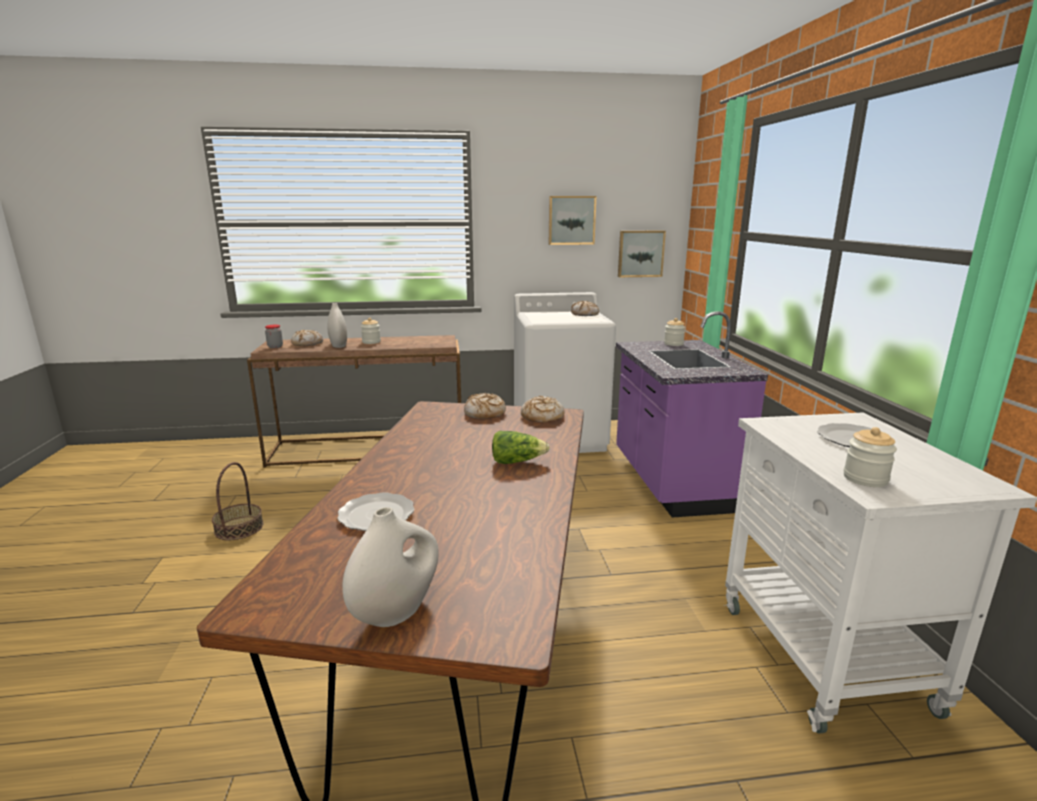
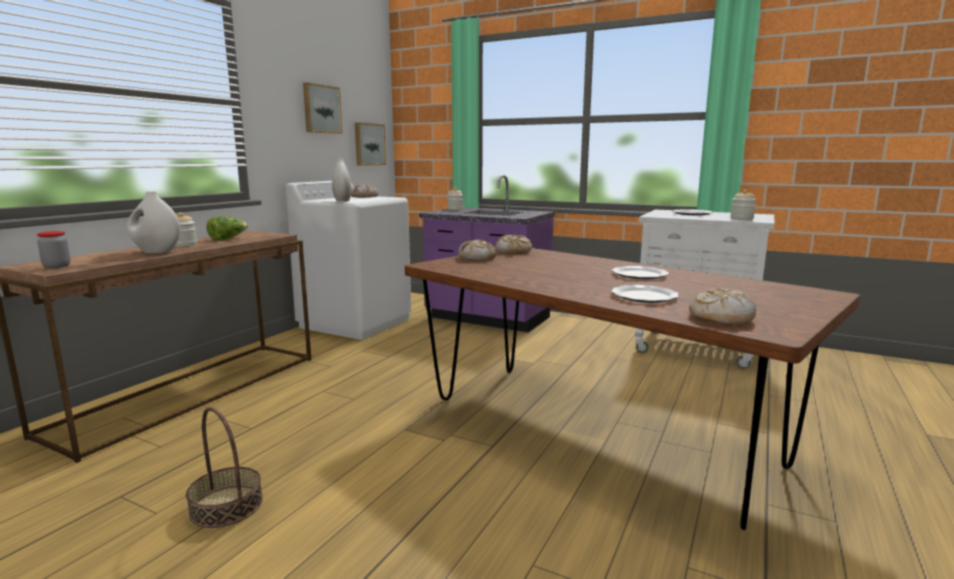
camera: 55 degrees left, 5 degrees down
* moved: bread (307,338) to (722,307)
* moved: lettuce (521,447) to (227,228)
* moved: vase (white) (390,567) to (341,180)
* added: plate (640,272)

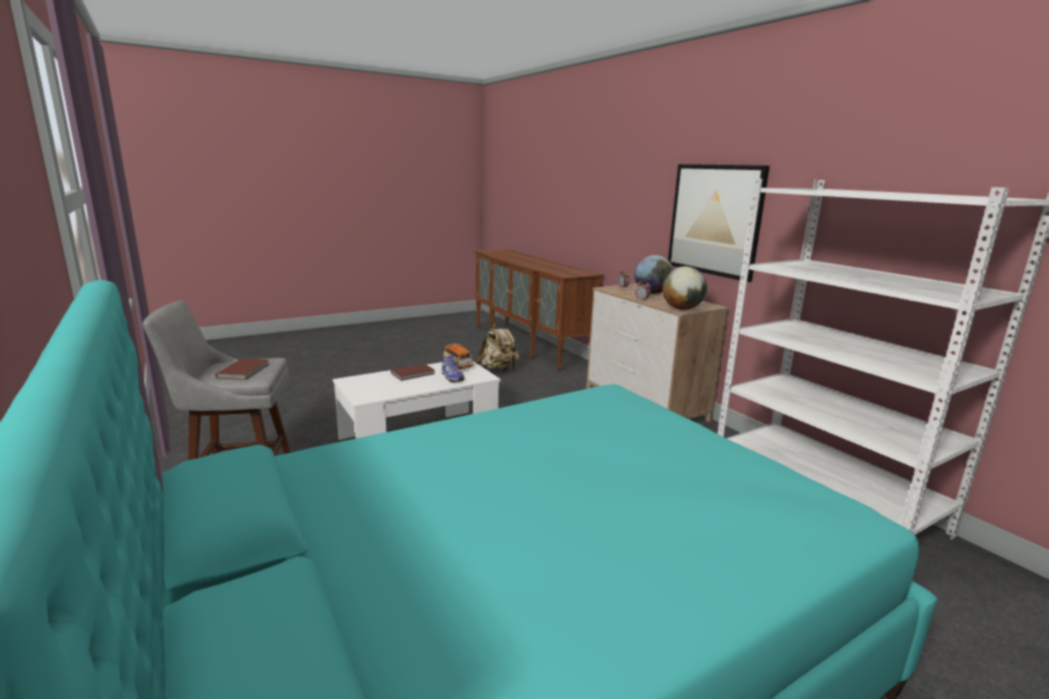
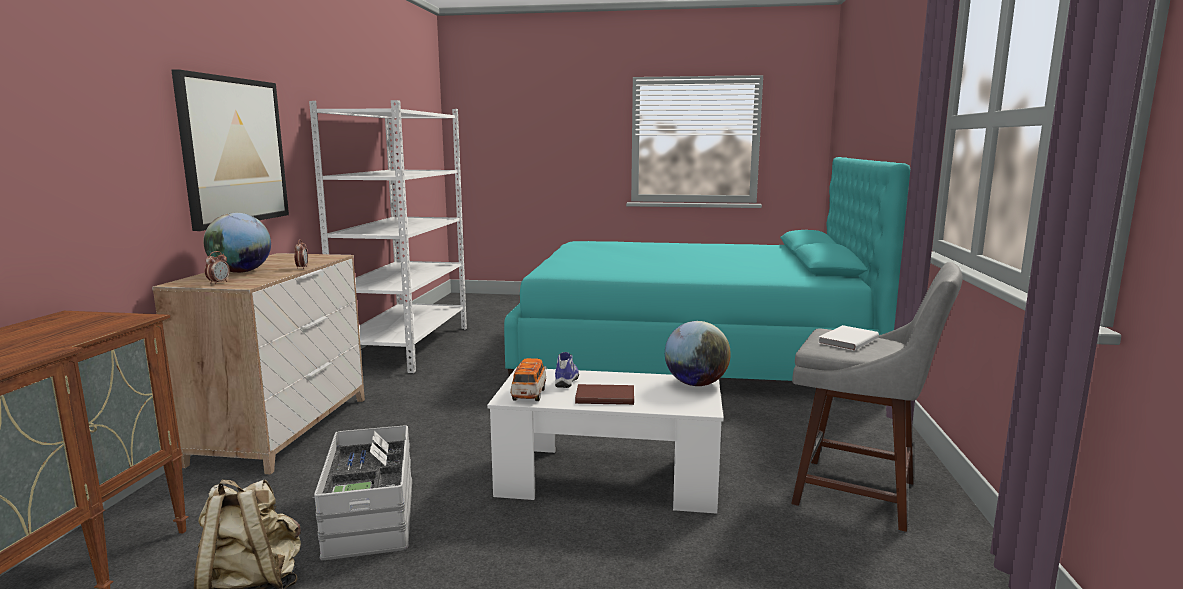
camera: 140 degrees left, 5 degrees down
* moved: globe (684,288) to (698,353)
* recoloured: book (brown) (242,369) to book (white) (849,338)
* added: storage box (grey) (362,492)

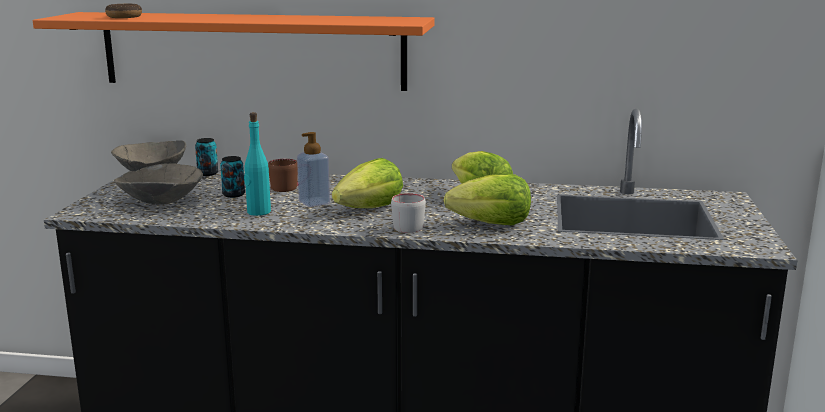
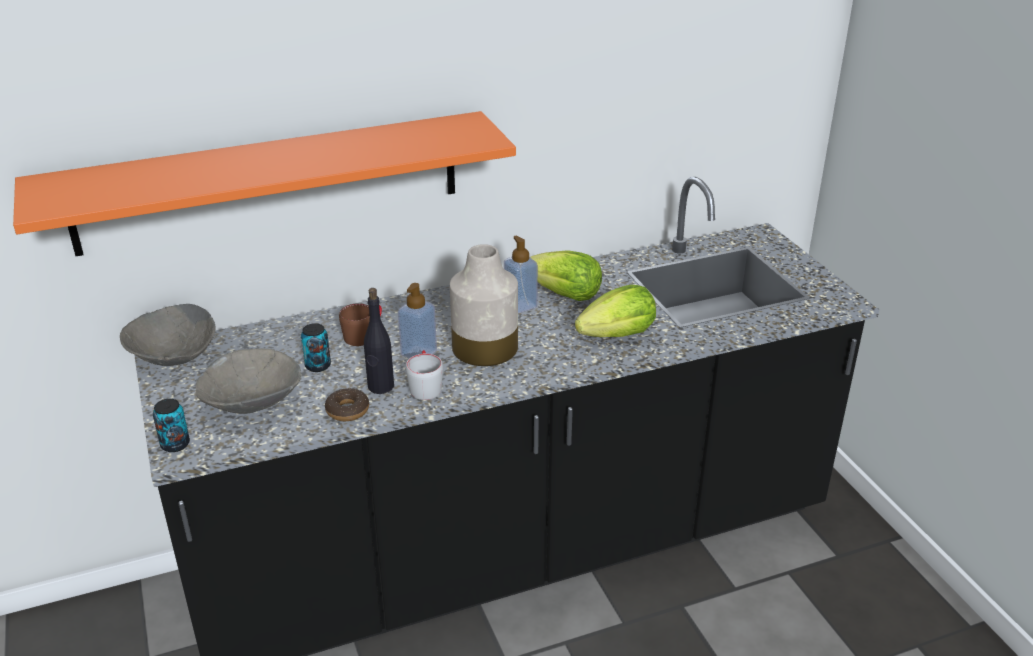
camera: 30 degrees left, 15 degrees up
* moved: donut (123,10) to (347,404)
* recoloured: bottle (turquoise) (257,164) to bottle (black) (379,341)
* moved: can (206,157) to (171,425)
* replaced: lettuce (367,183) to vase (beige) (484,305)
* moved: mug (grey) (408,213) to (424,375)
* added: soap dispenser (521,274)

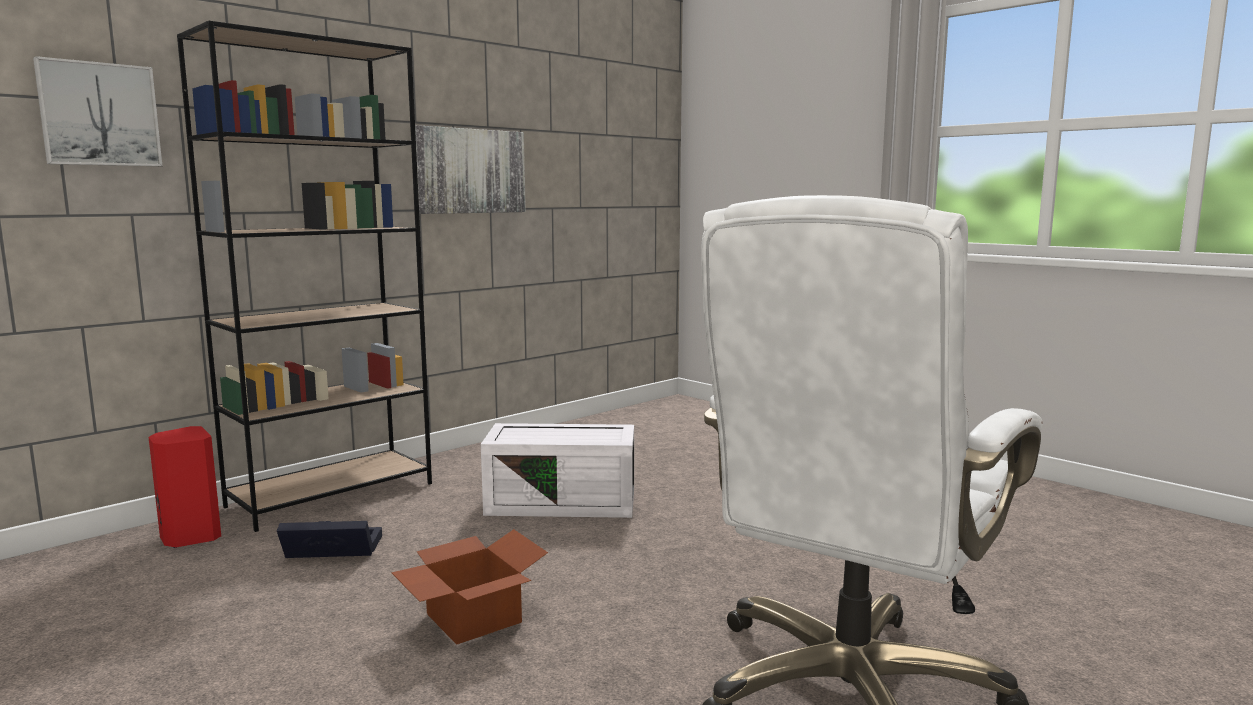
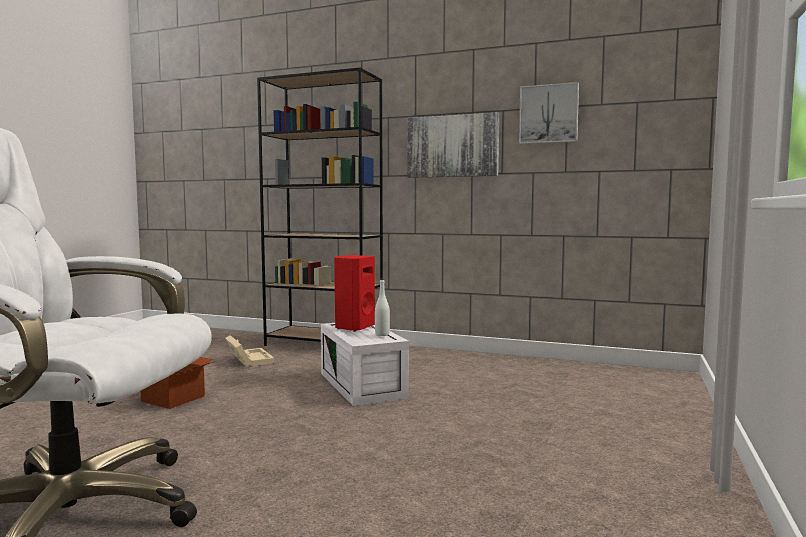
camera: 65 degrees right, 5 degrees down
* moved: picture (97,111) to (549,113)
* moved: speaker (red) (185,487) to (354,293)
* recoloured: storage box (black) (329,539) to storage box (beige) (249,351)
* added: bottle (white) (382,307)

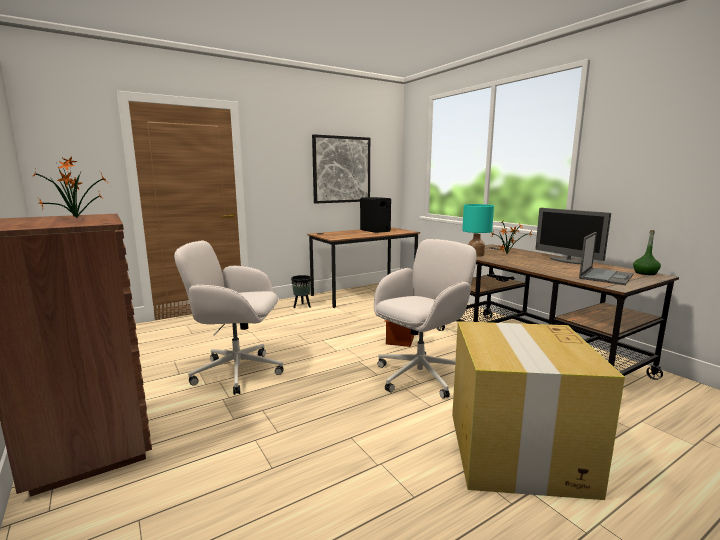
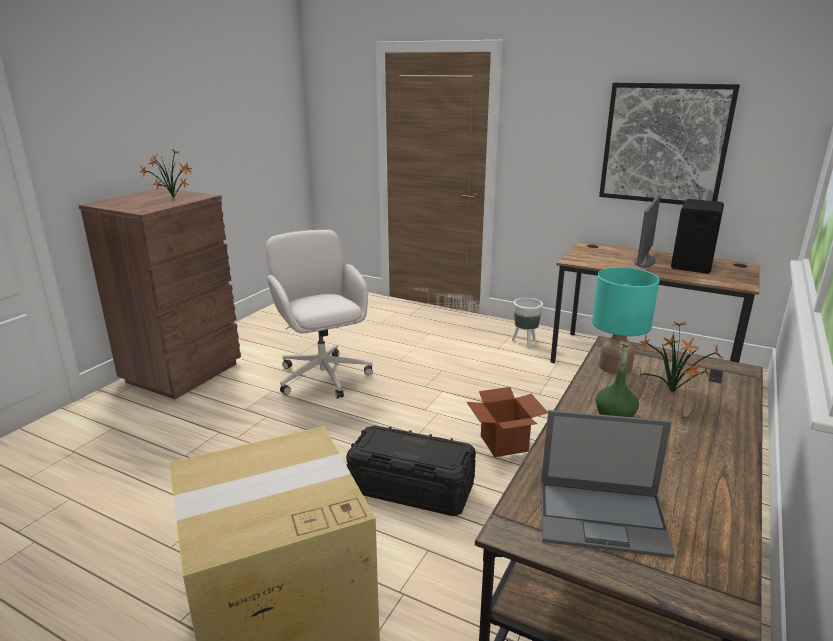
camera: 60 degrees right, 10 degrees up
* moved: monitor (573,236) to (647,231)
* moved: bottle (green) (647,252) to (617,379)
* replaced: office chair (white) (425,318) to storage box (black) (411,470)
* recoloured: planter (black) (301,291) to planter (white) (527,323)

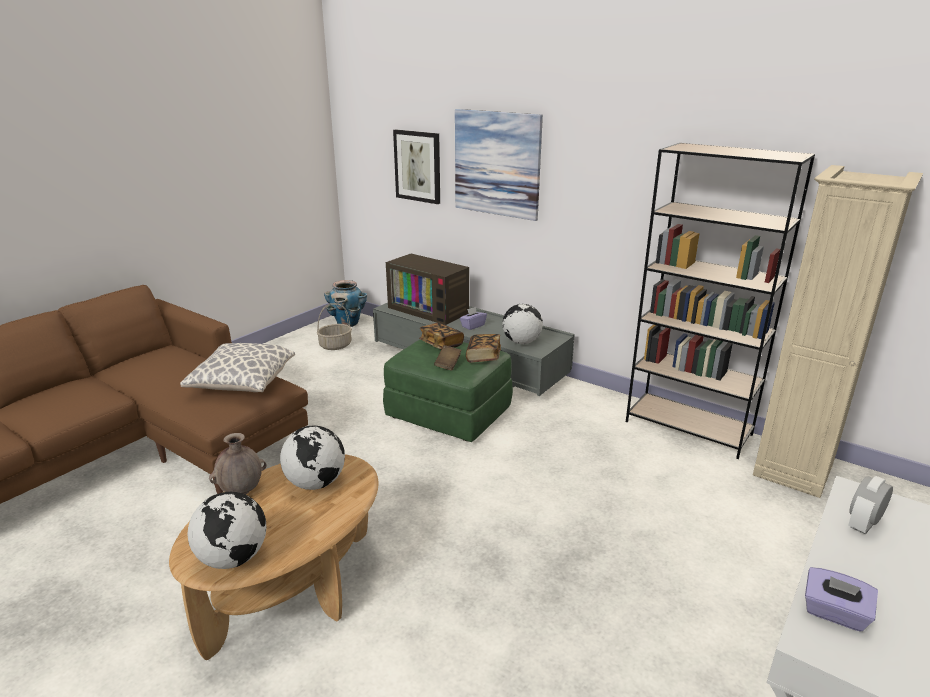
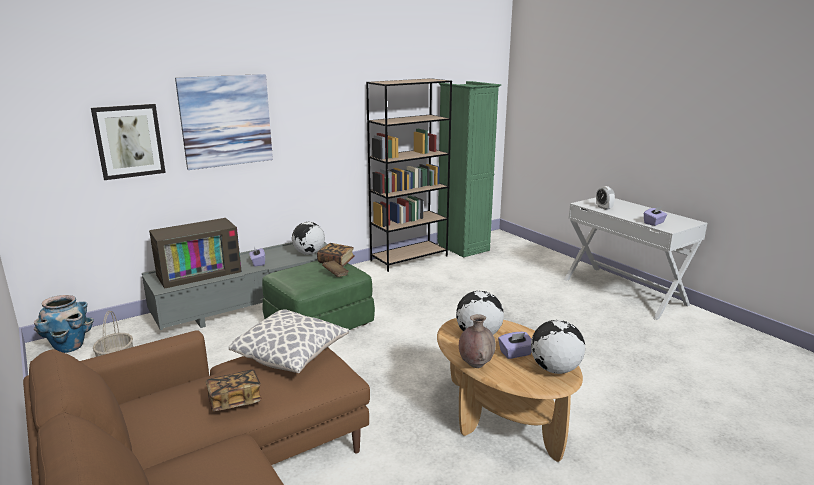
camera: 70 degrees left, 5 degrees down
* recoloured: cabinet (beige) (838,331) to cabinet (green) (470,169)
* moved: book (441,336) to (234,390)
* added: tissue box (purple) (515,345)

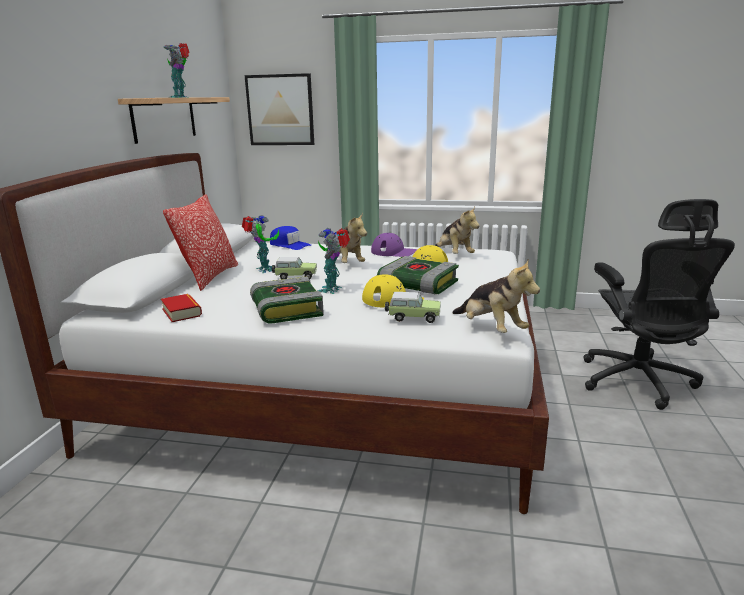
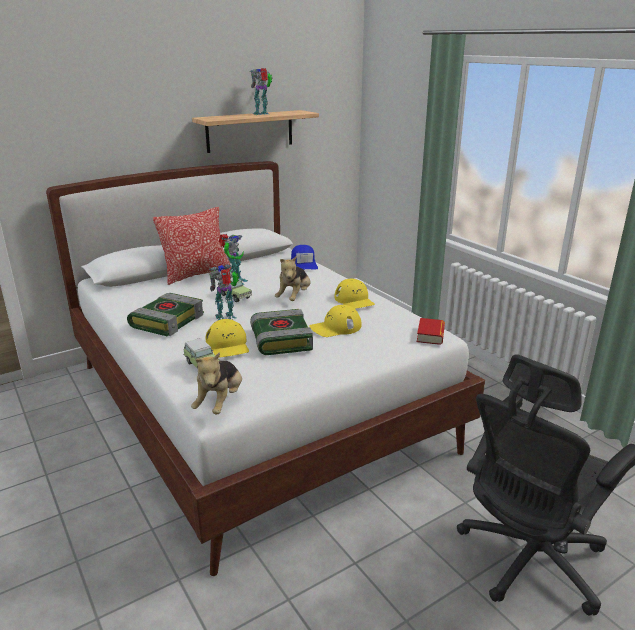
camera: 45 degrees right, 5 degrees up
* removed: picture (279,109)
* removed: plush toy (457,230)
* recoloured: cap (purple) (394,245) to cap (yellow) (354,294)
* moved: book (181,308) to (431,331)

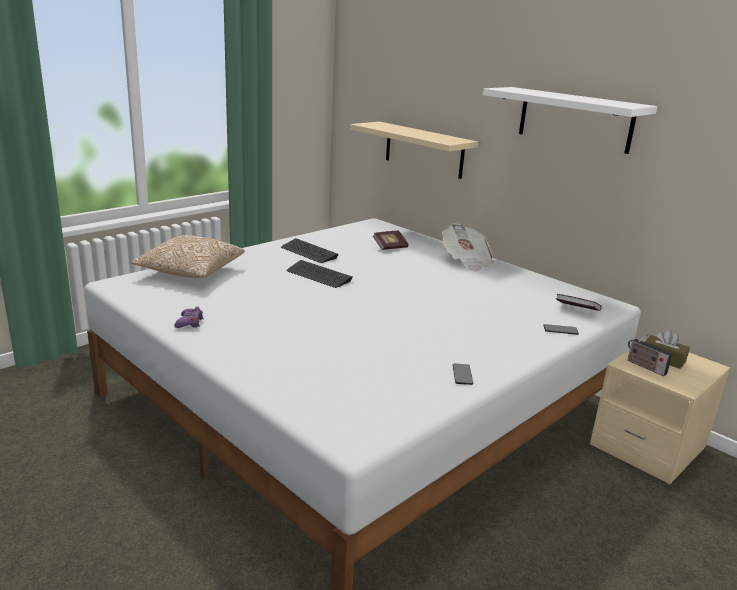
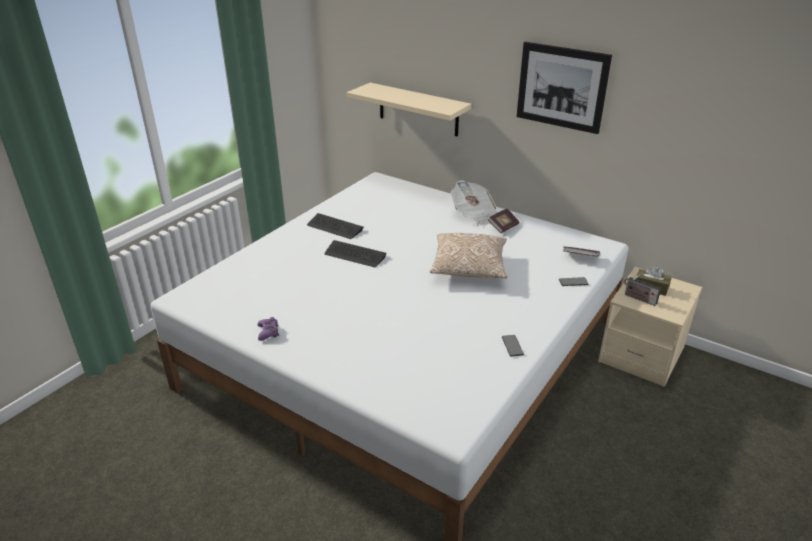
camera: 10 degrees left, 10 degrees up
* replaced: shelf (white) (570,120) to picture (564,88)
* moved: book (391,240) to (503,220)
* moved: pillow (188,256) to (469,256)

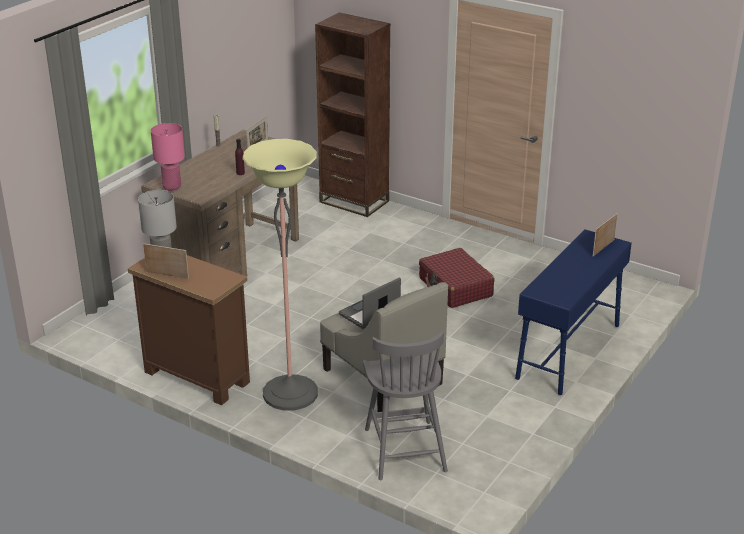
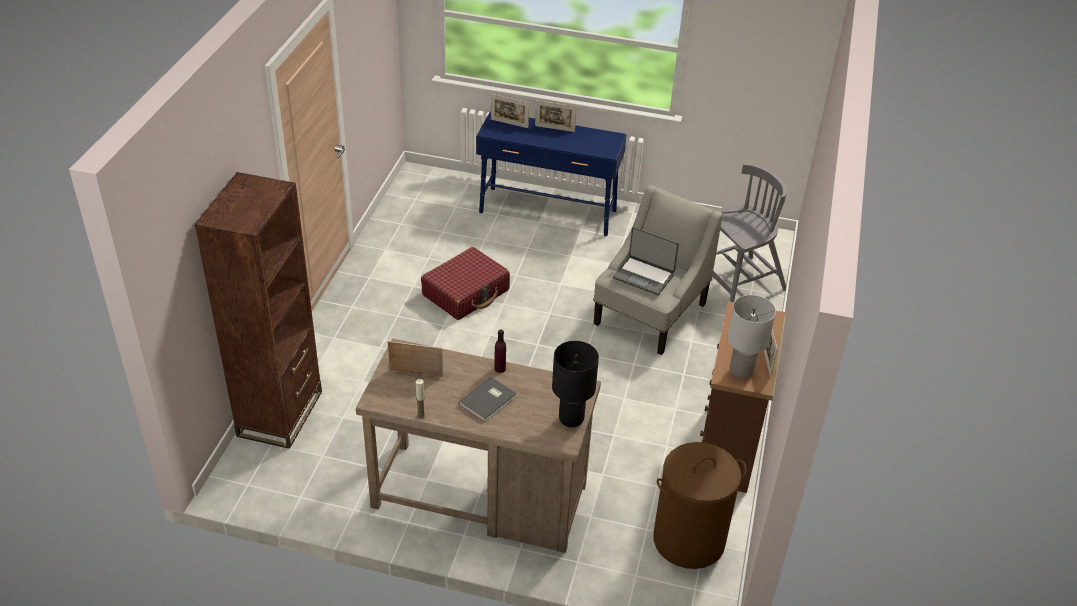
camera: 110 degrees left, 10 degrees up
* recoloured: table lamp (pink) (168,157) to table lamp (black) (575,384)
* removed: floor lamp (280,275)
* added: picture frame (555,116)
* added: book (grey) (488,399)
* added: laundry basket (brown) (700,505)

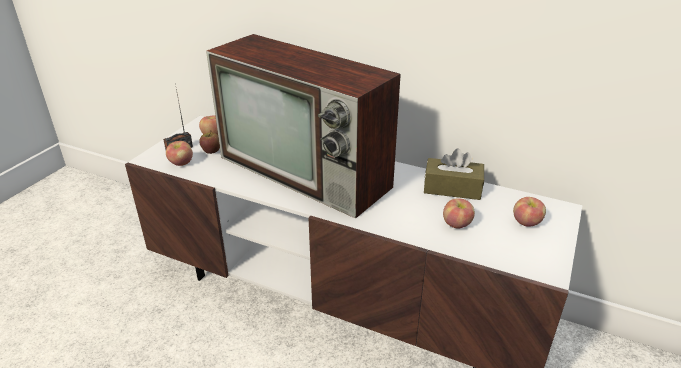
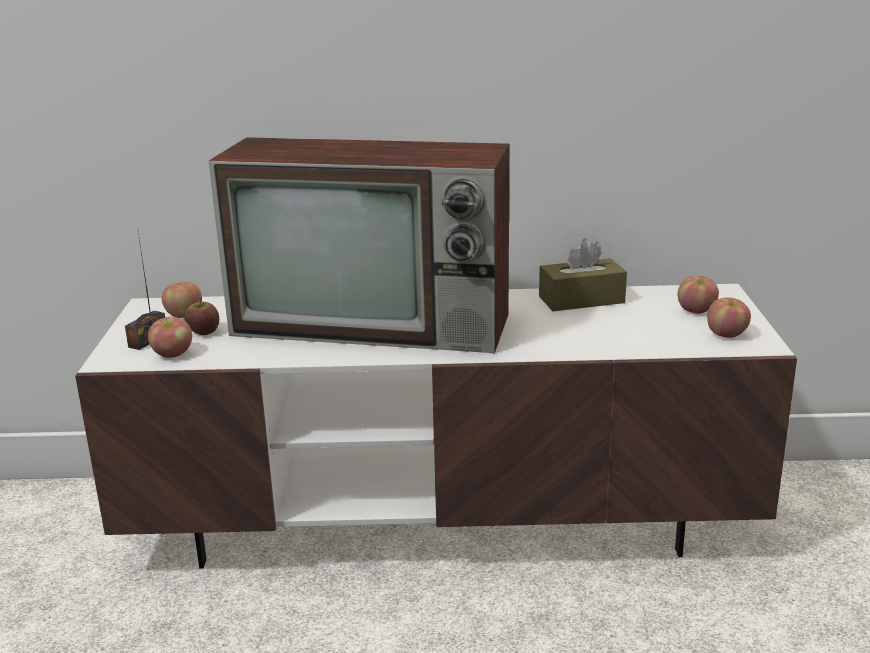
camera: 25 degrees left, 10 degrees down
* moved: apple (459,214) to (729,317)

